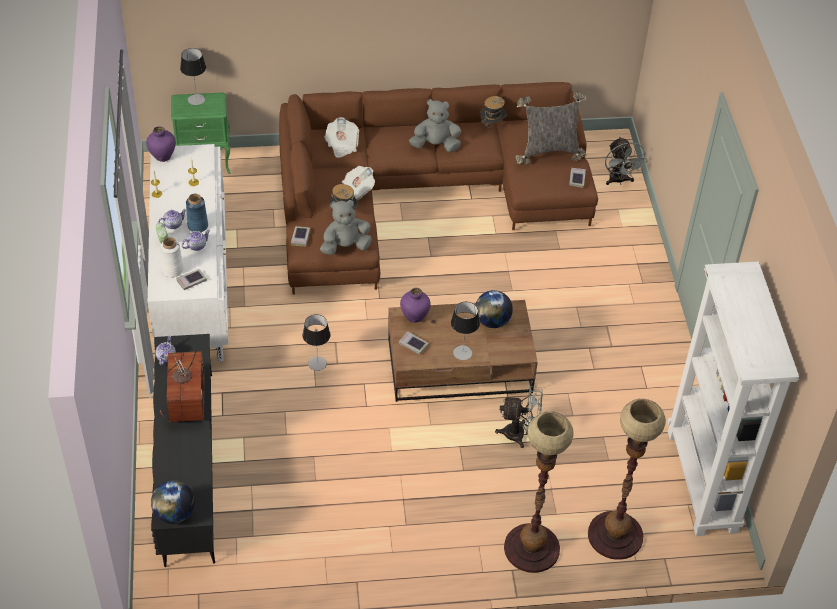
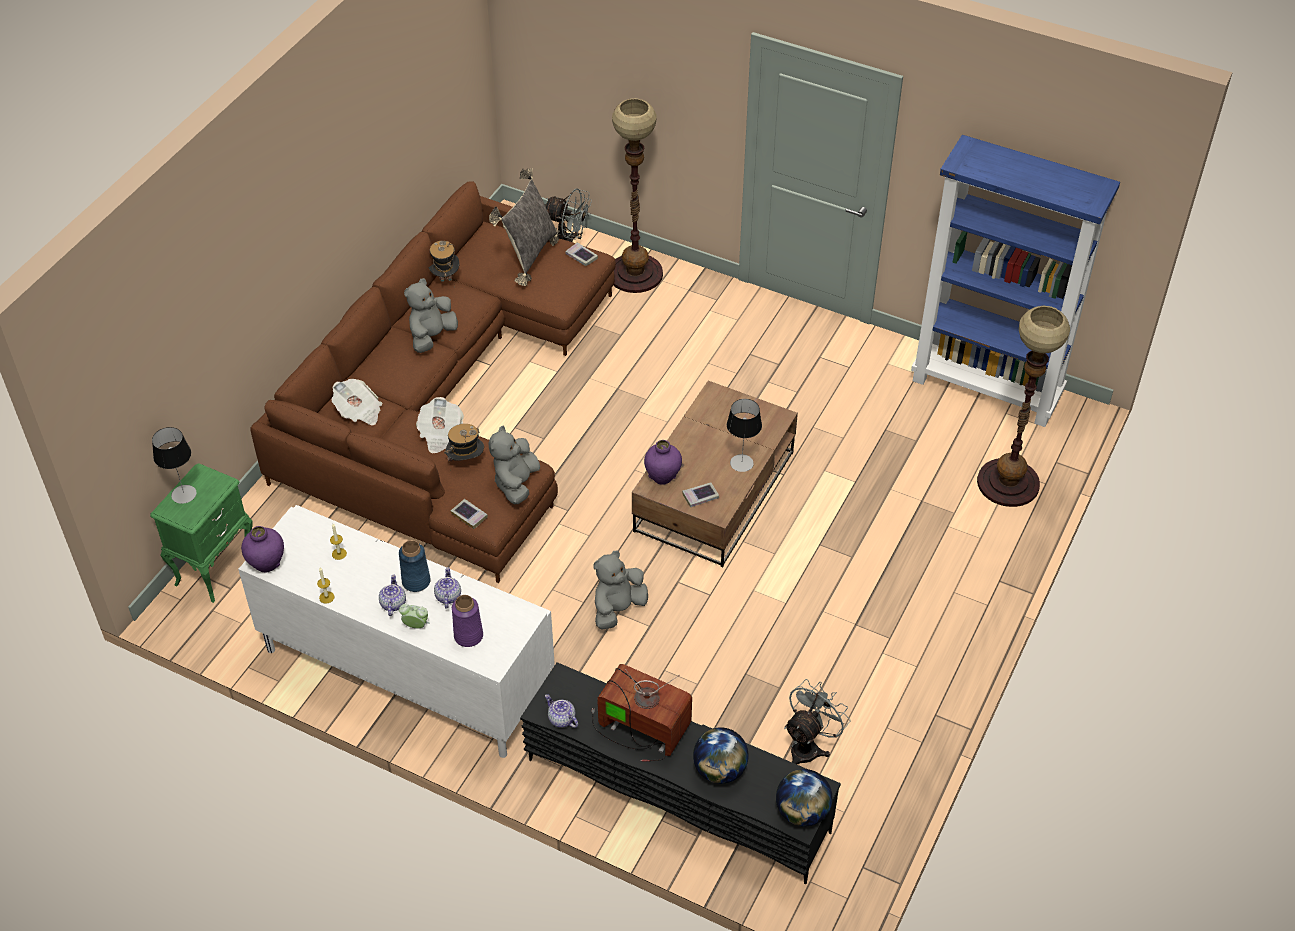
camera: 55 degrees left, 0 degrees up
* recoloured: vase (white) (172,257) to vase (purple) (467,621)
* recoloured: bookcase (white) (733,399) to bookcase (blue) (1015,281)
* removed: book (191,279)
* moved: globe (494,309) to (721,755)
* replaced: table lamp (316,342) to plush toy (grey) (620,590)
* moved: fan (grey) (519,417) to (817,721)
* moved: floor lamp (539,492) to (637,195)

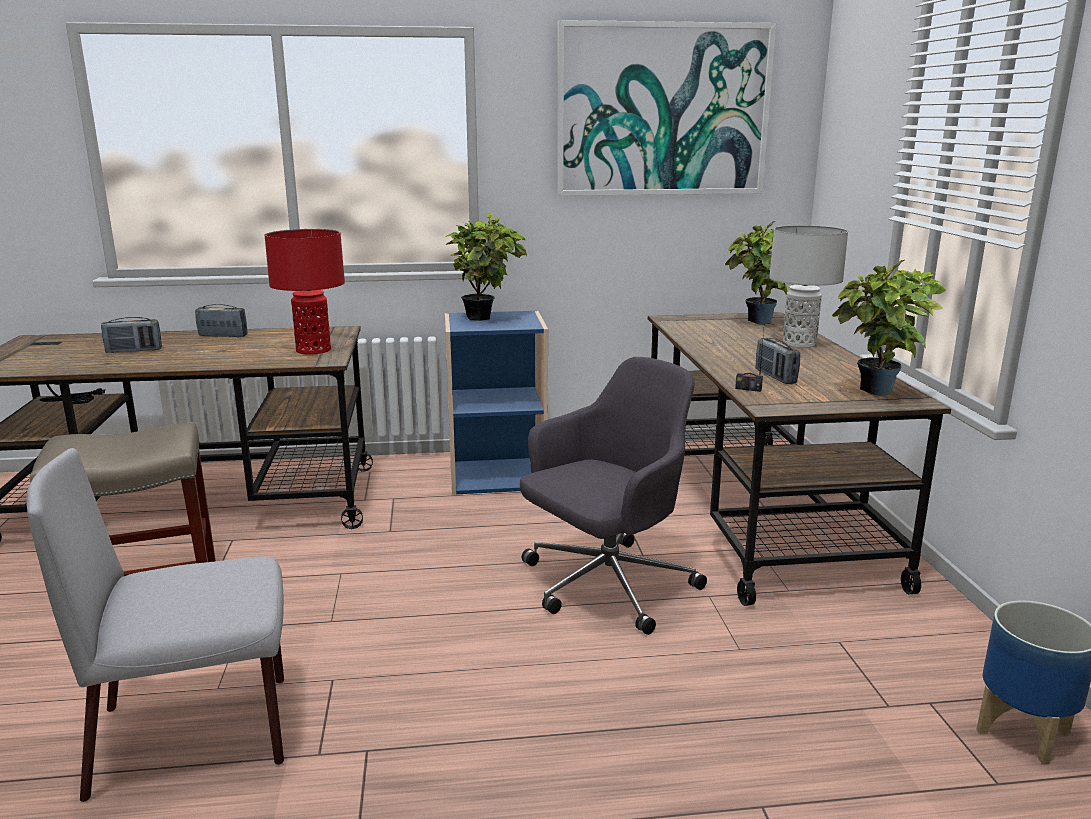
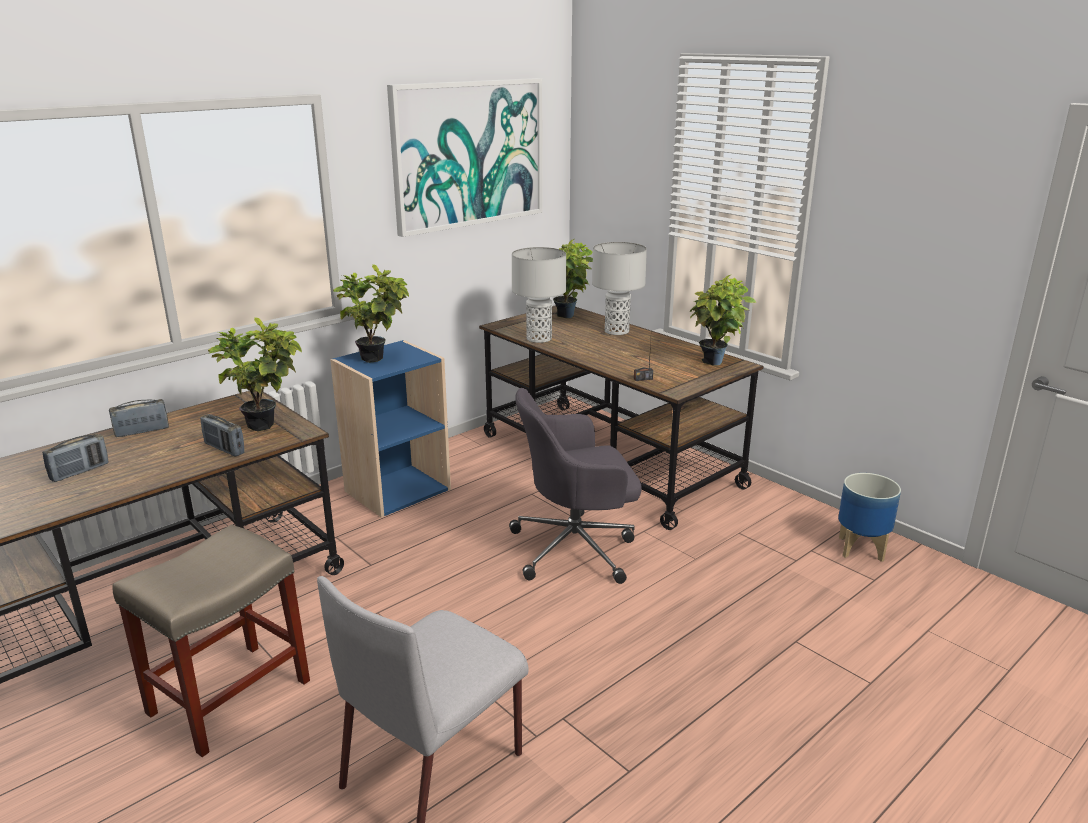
camera: 35 degrees left, 5 degrees up
* replaced: table lamp (red) (305,291) to potted plant (255,374)
* moved: radio (777,361) to (222,435)
* turned: office chair (grey) (613,496) = (575,486) 120 degrees counterclockwise
* added: table lamp (white) (539,295)

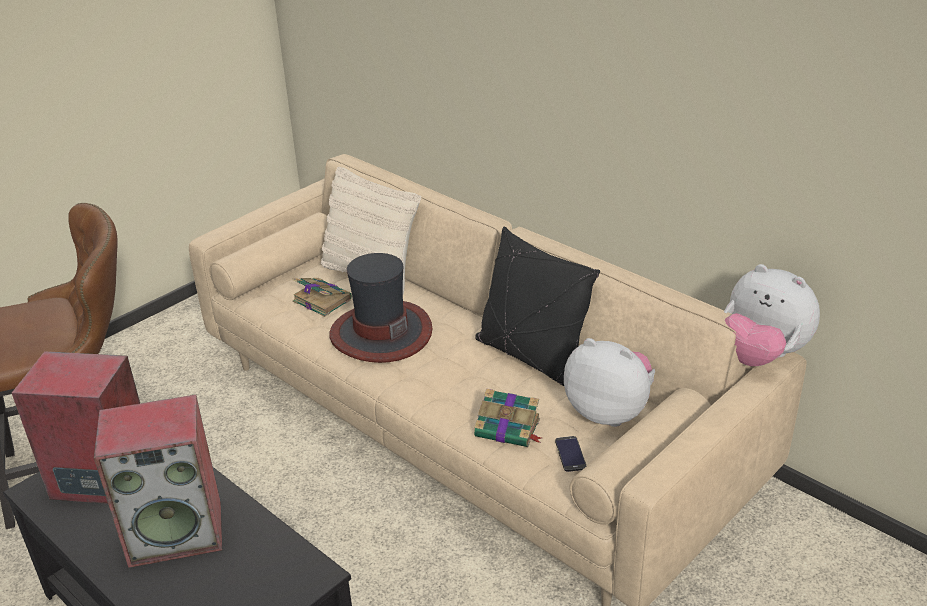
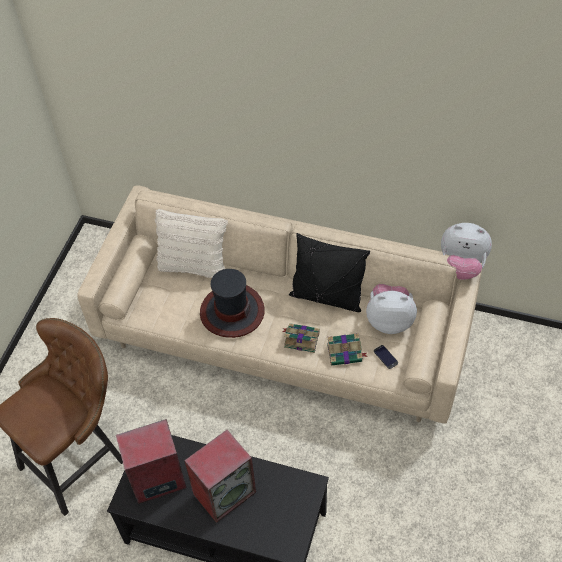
camera: 25 degrees left, 20 degrees up
* moved: book (322,297) to (301,338)

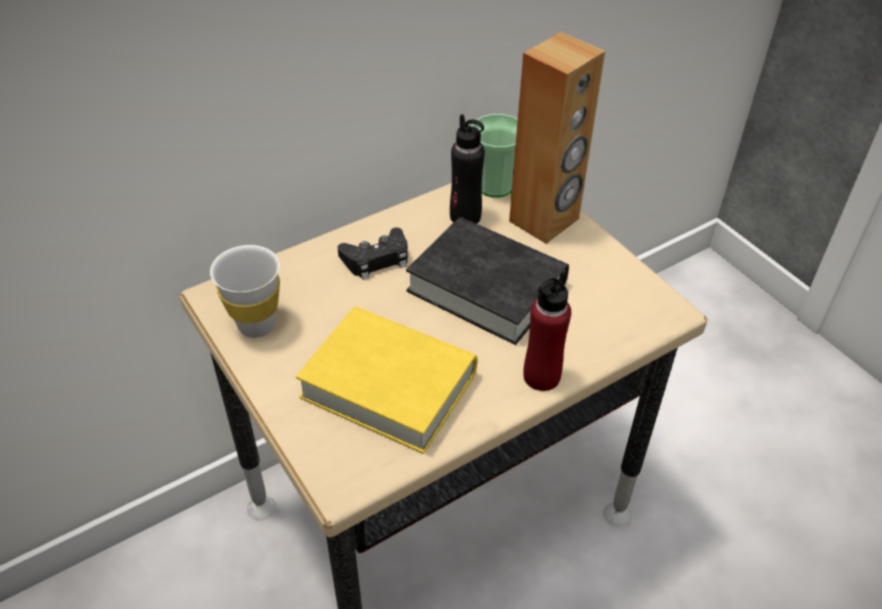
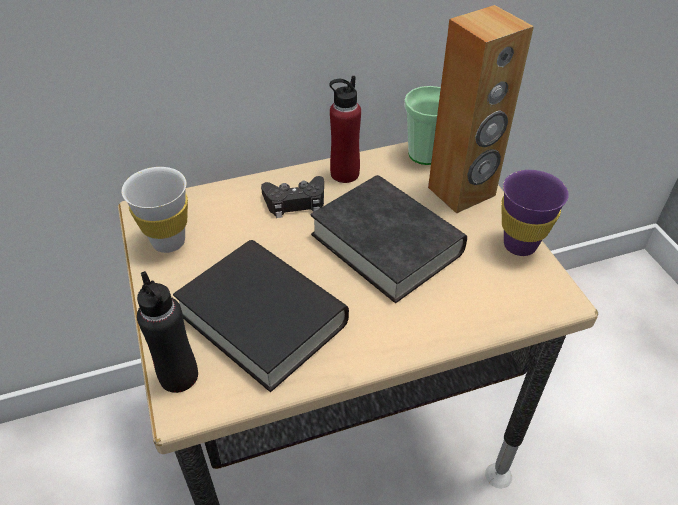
camera: 15 degrees right, 0 degrees up
* moved: bottle (black) (467,169) to (167,332)
* moved: bottle (red) (547,331) to (345,129)
* recoloured: book (yellow) (386,380) to book (black) (261,316)
* added: cup (purple) (535,213)

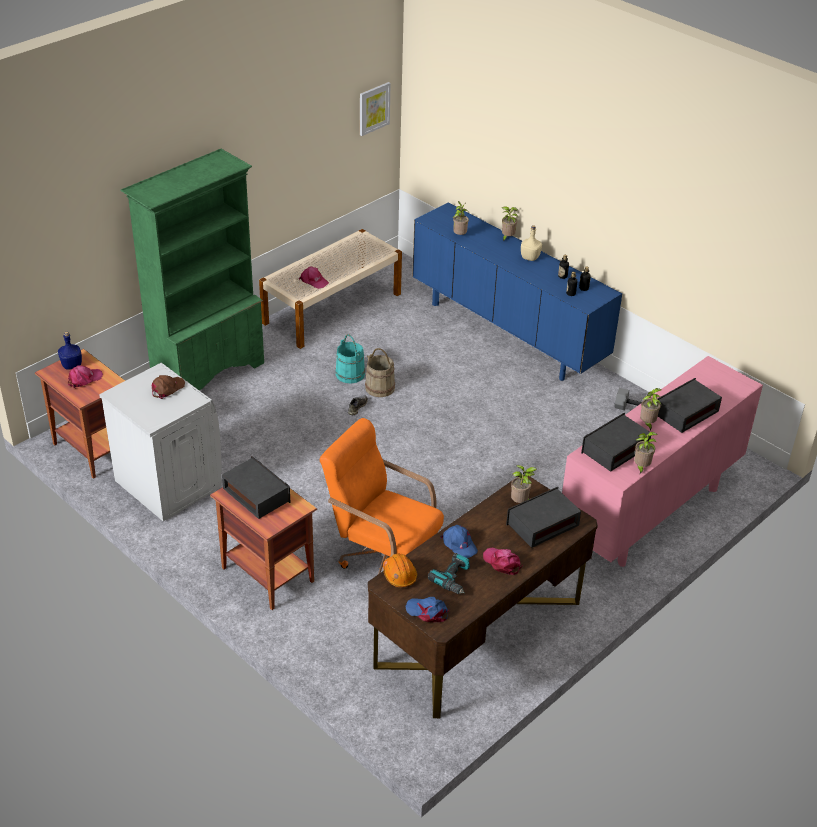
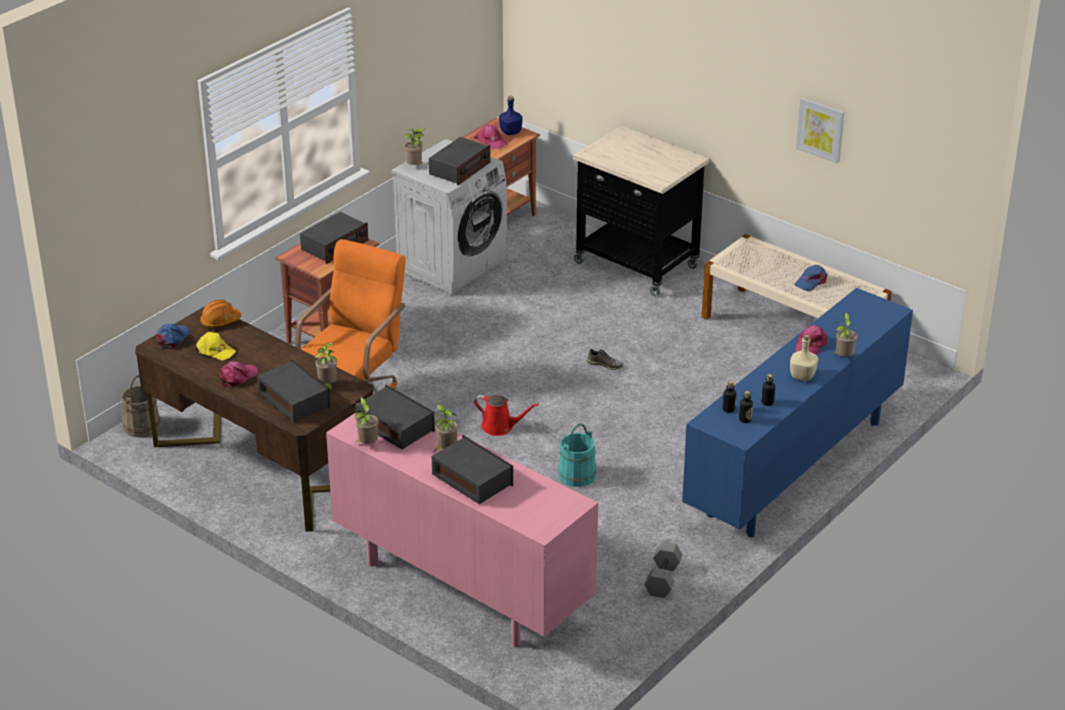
camera: 85 degrees right, 5 degrees down
* moved: picture (375,109) to (820,130)
* replaced: bookcase (green) (192,269) to cart (black) (641,211)
* moved: potted plant (461,218) to (415,146)
* moved: cap (pink) (314,277) to (811,340)
* moved: bucket (turquoise) (350,358) to (577,455)
* moved: bucket (beige) (380,372) to (141,406)
* replaced: cap (brown) (168,387) to radio (459,161)
* moved: cap (blue) (459,541) to (811,278)
* replaced: power drill (449,573) to cap (yellow) (215,346)
* added: watering can (red) (506,415)

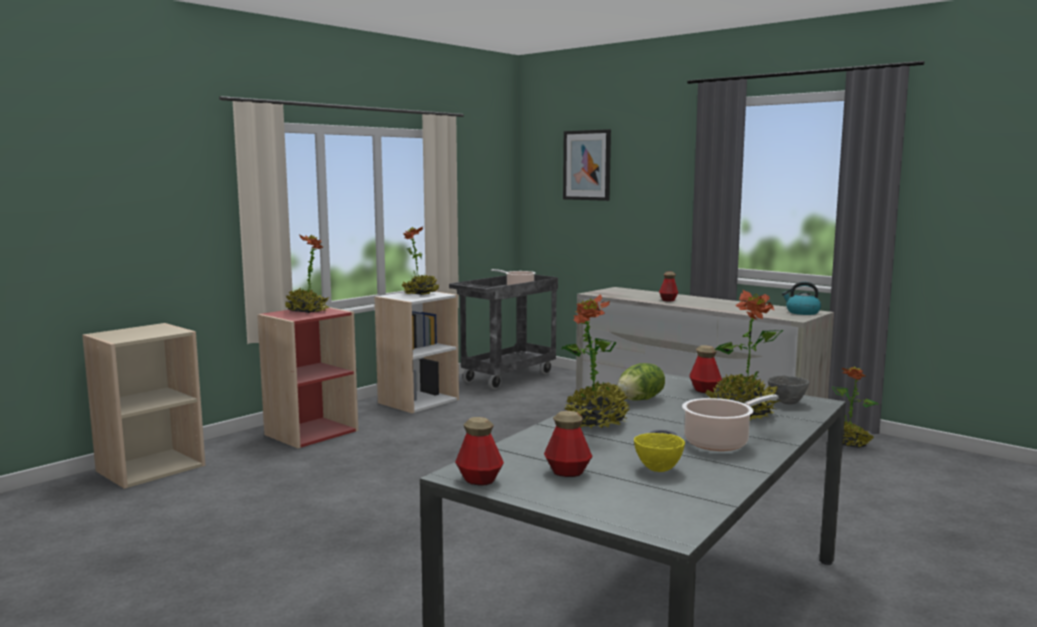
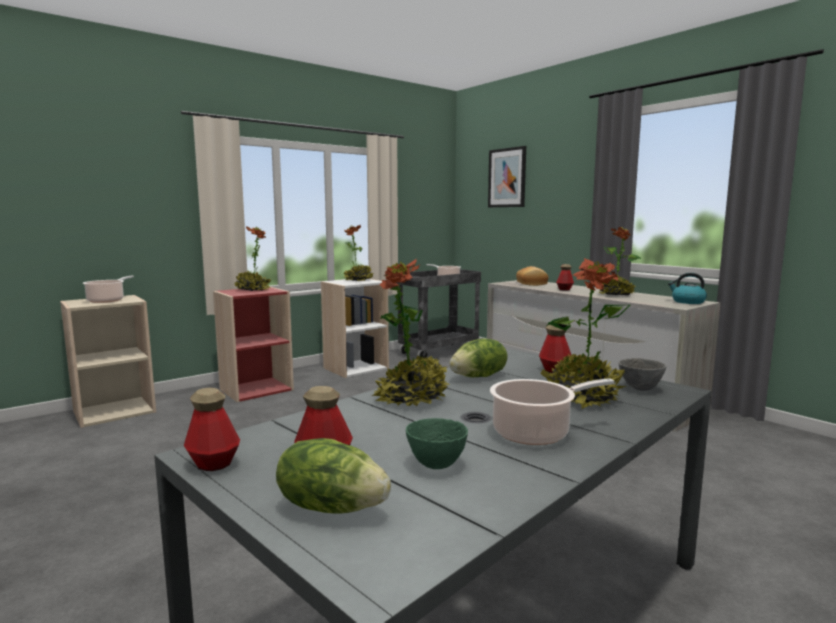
camera: 10 degrees right, 0 degrees up
* moved: potted plant (853,407) to (619,261)
* recoloured: bowl (yellow) (659,452) to bowl (green) (437,443)
* added: bread (532,276)
* added: cooking pot (108,289)
* added: lettuce (333,476)

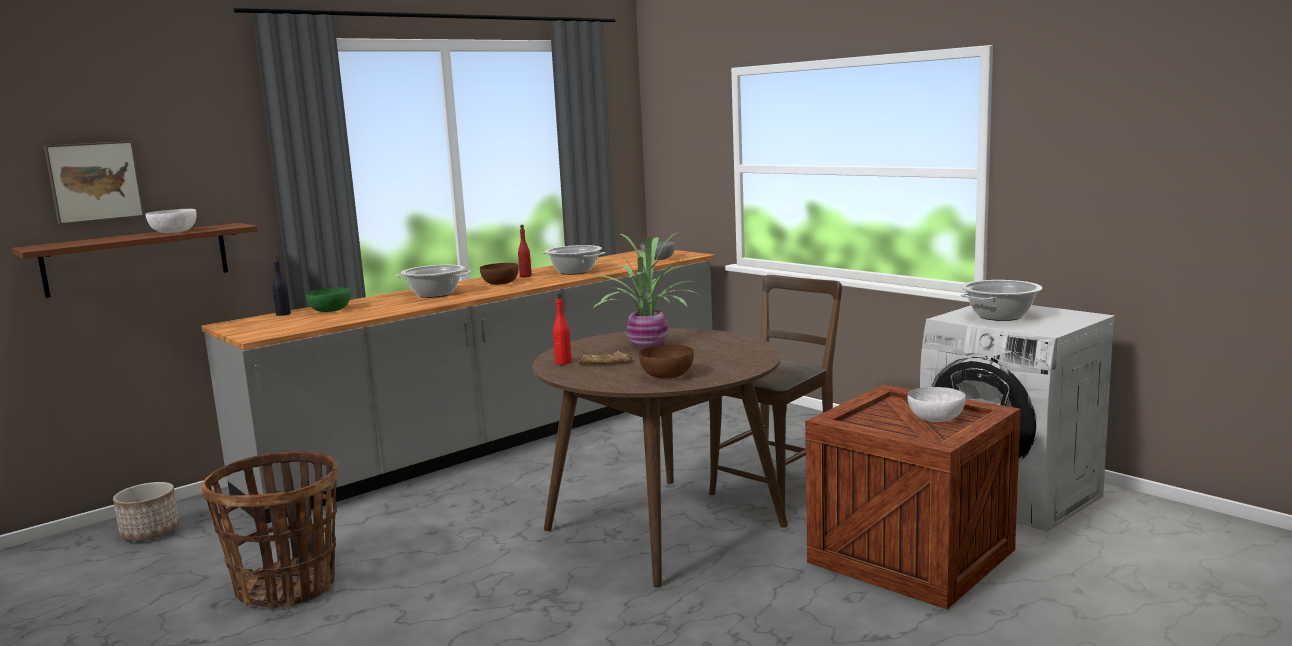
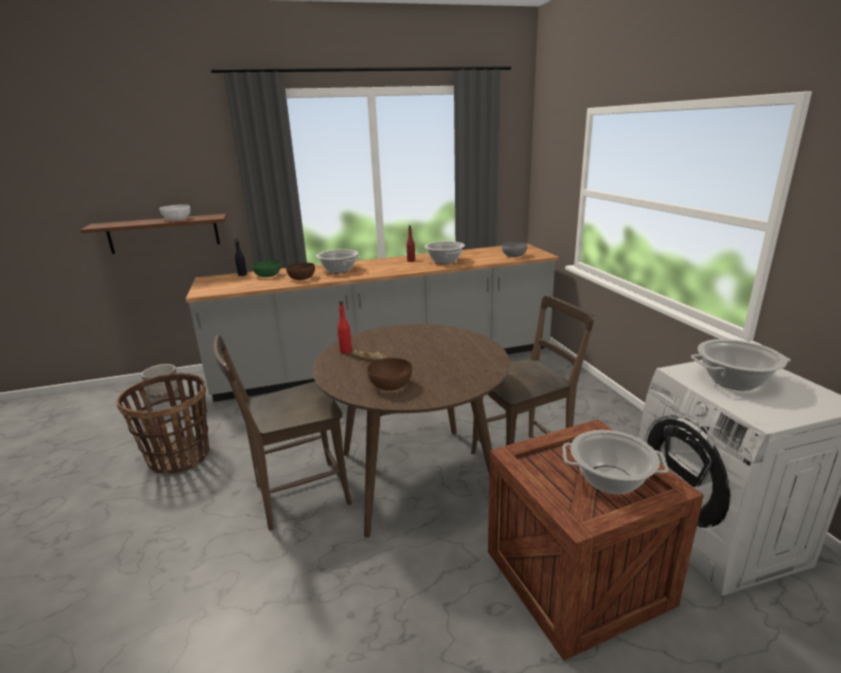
camera: 25 degrees right, 10 degrees up
* removed: picture (94,182)
* removed: potted plant (649,290)
* moved: bowl (brown) (499,274) to (300,271)
* replaced: bowl (white) (937,404) to cooking pot (616,462)
* added: chair (brown) (282,433)

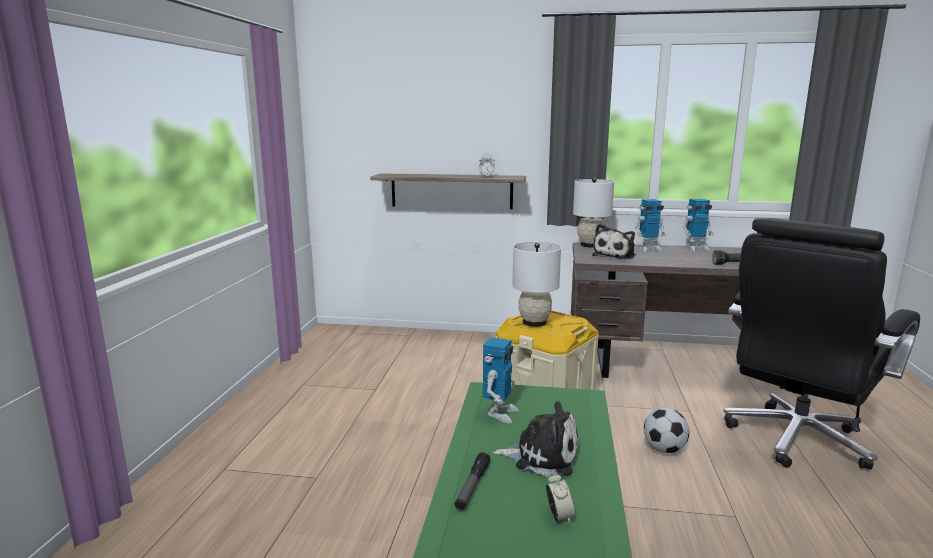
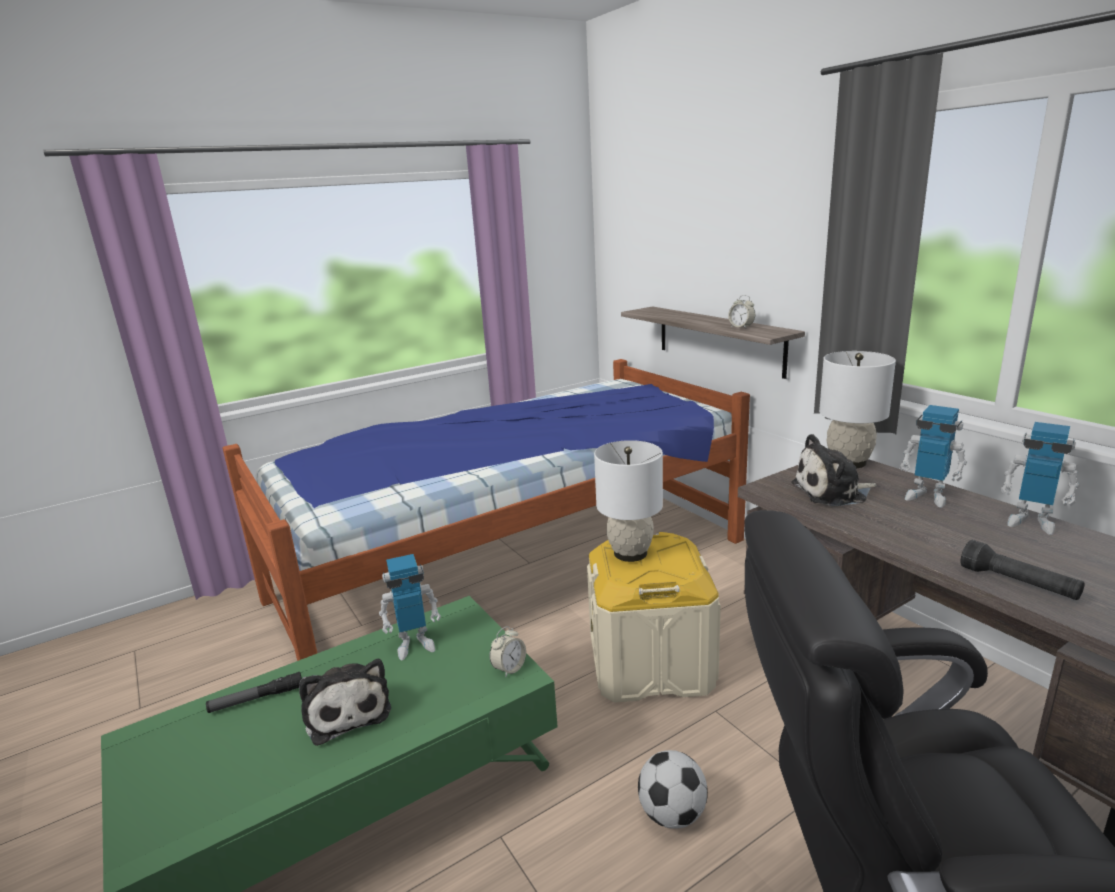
camera: 50 degrees right, 5 degrees up
* moved: alarm clock (560,497) to (508,652)
* added: bed (486,510)

